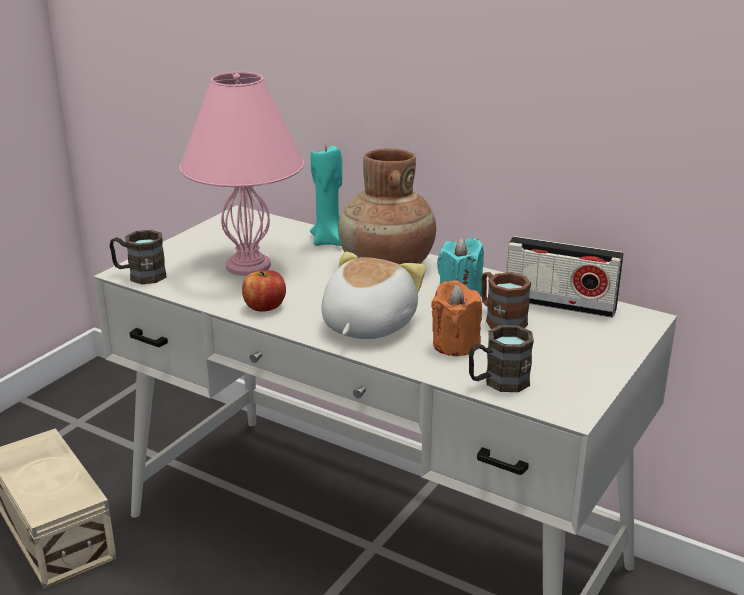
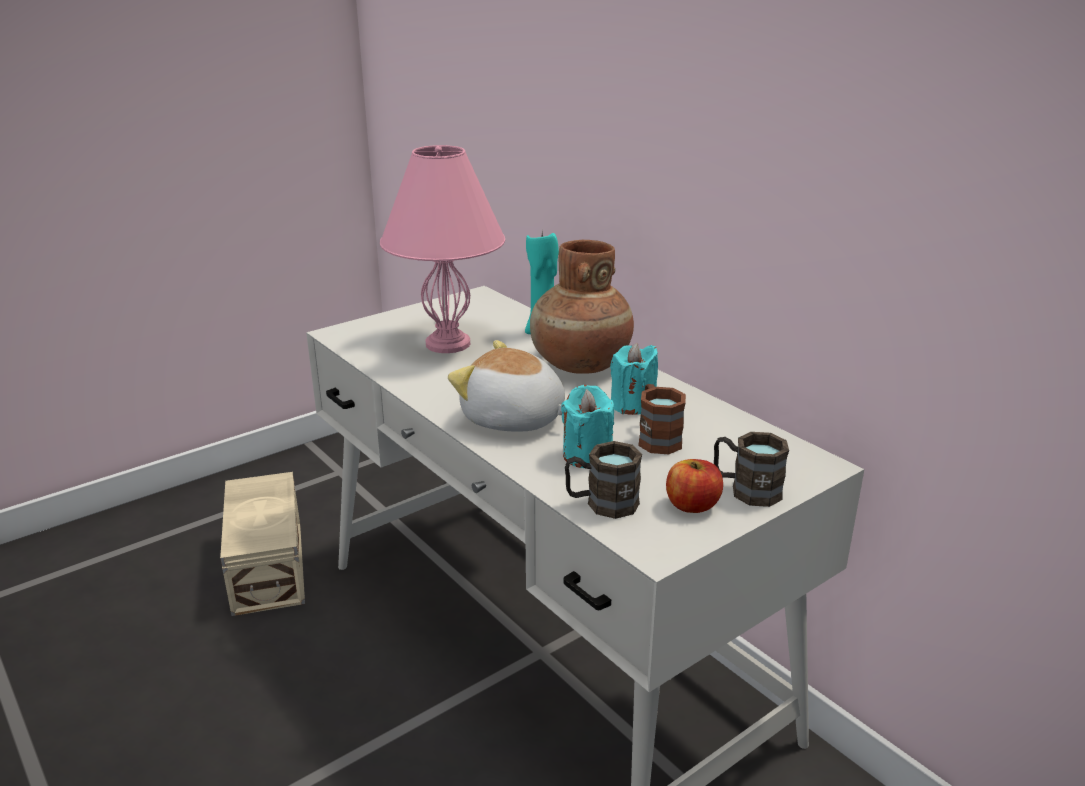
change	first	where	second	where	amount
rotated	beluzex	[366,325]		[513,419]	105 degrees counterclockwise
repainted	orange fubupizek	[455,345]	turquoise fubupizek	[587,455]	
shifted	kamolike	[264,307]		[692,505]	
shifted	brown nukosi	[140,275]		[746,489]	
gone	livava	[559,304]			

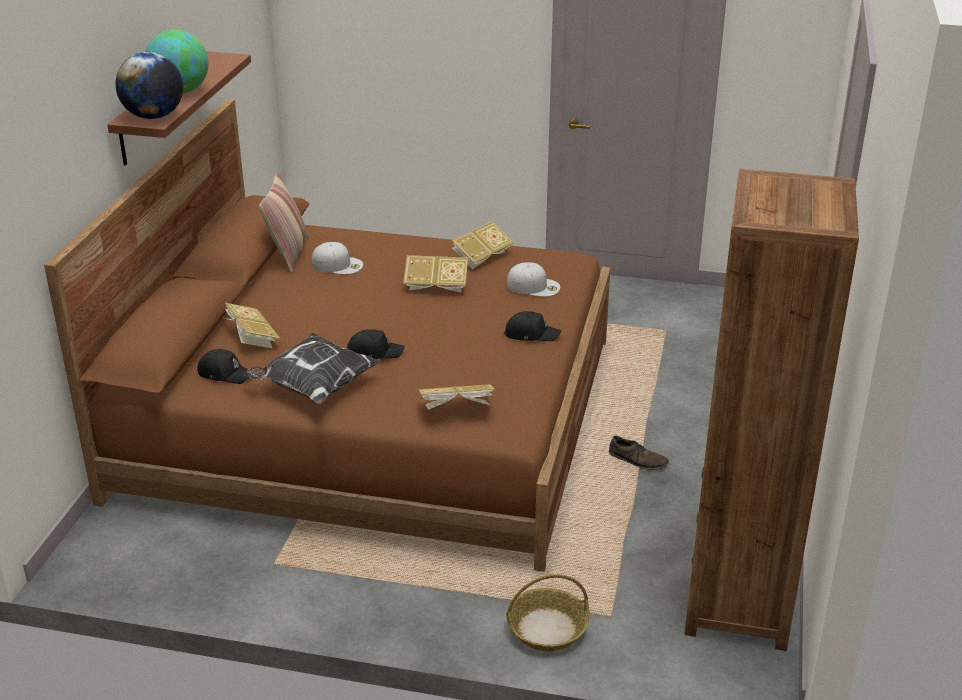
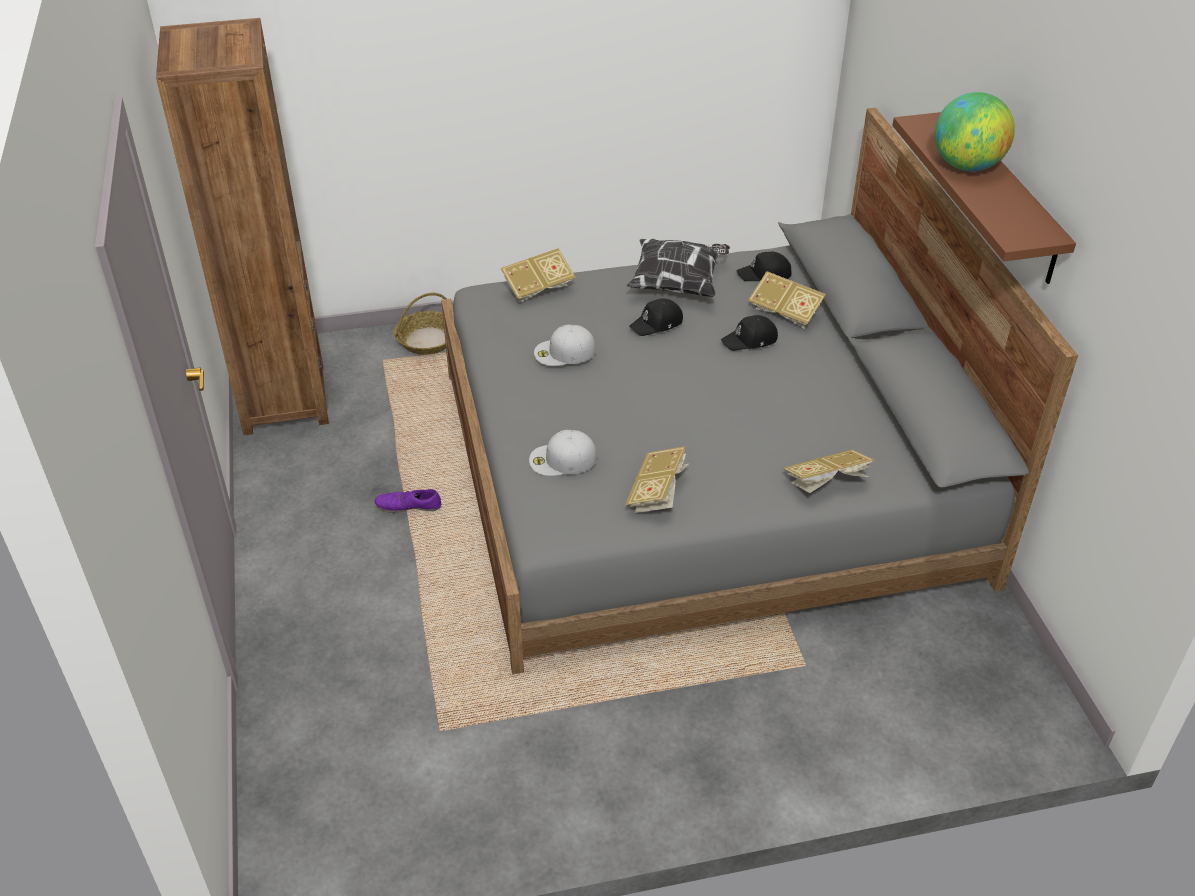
change	first	where	second	where	amount
repainted	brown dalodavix	[638,460]	purple dalodavix	[408,505]	
repainted	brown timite	[372,415]	grey timite	[703,474]	
shifted	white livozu	[338,264]		[564,352]	
shifted	black livozu	[531,334]		[750,340]	
shifted	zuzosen	[436,286]		[826,483]	
gone	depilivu	[154,117]			
gone	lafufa	[288,254]			

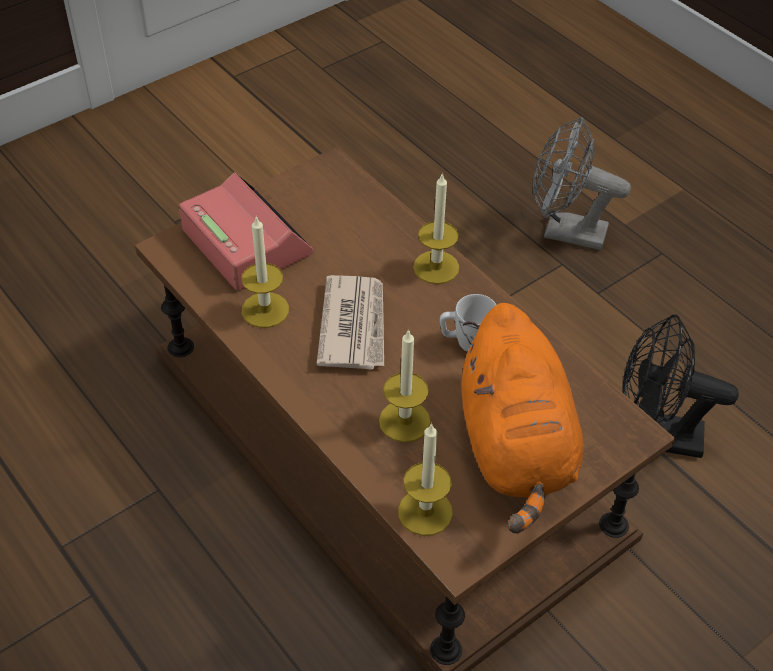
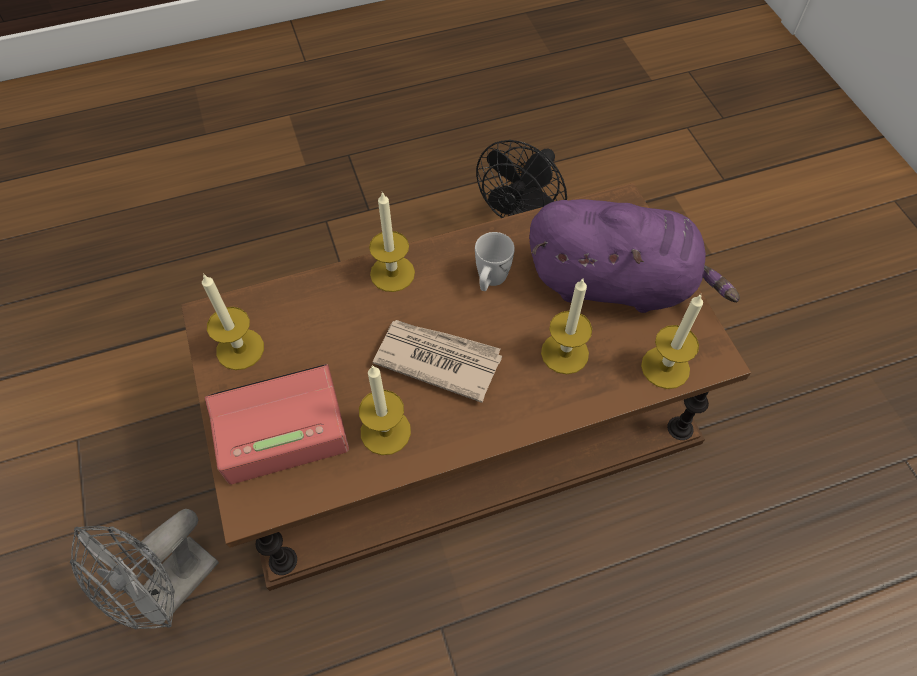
change	first	where	second	where	amount
shifted	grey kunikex	[564,232]		[171,590]	
new			fubupizek	[240,349]	
repainted	orange beluzex	[515,448]	purple beluzex	[616,283]	

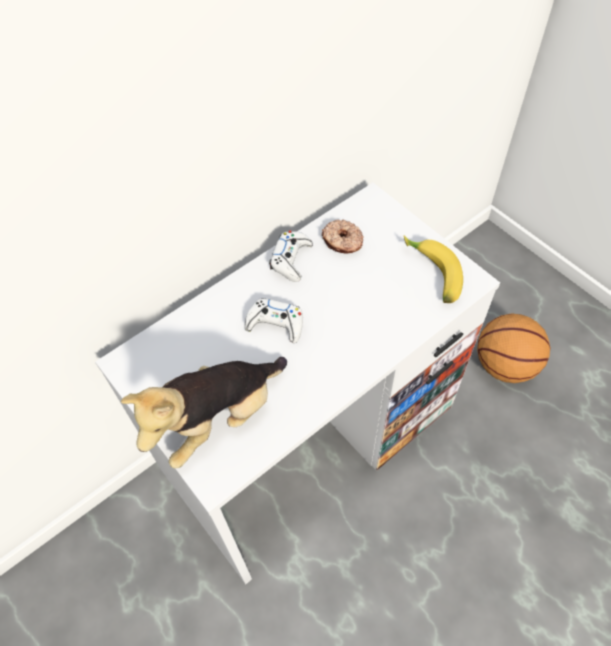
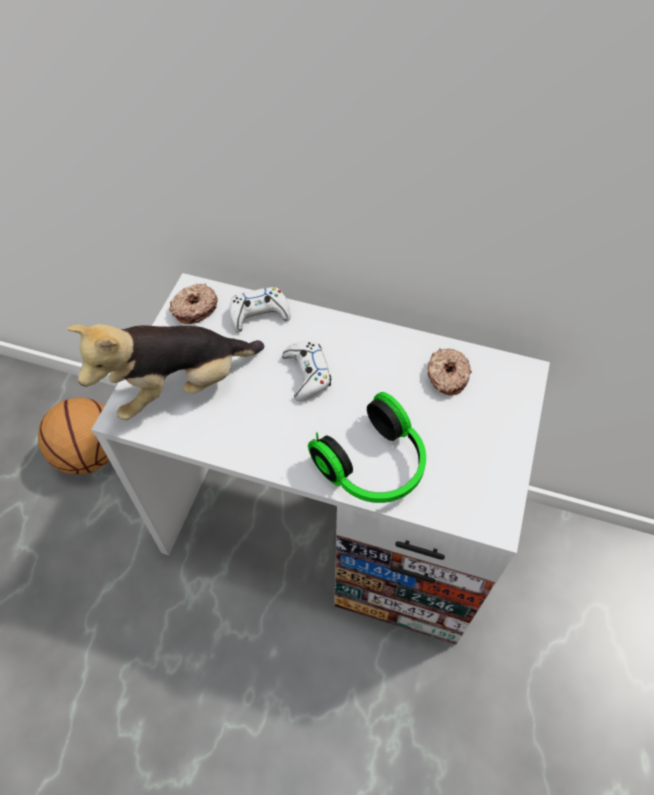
change	first	where	second	where	amount
shifted	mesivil	[505,364]		[91,454]	
rotated	beluzex	[219,419]		[181,387]	45 degrees counterclockwise
new			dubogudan	[194,308]	
shifted	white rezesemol	[291,260]		[259,314]	
new			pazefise	[374,466]	
gone	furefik	[431,275]			

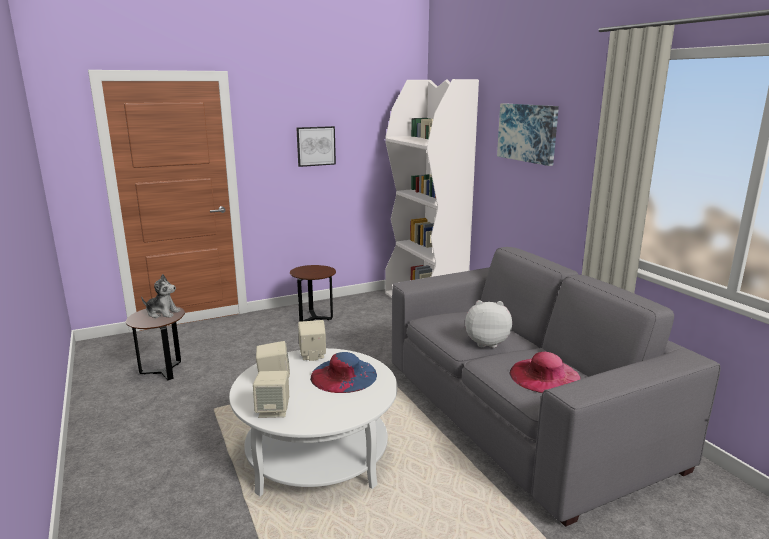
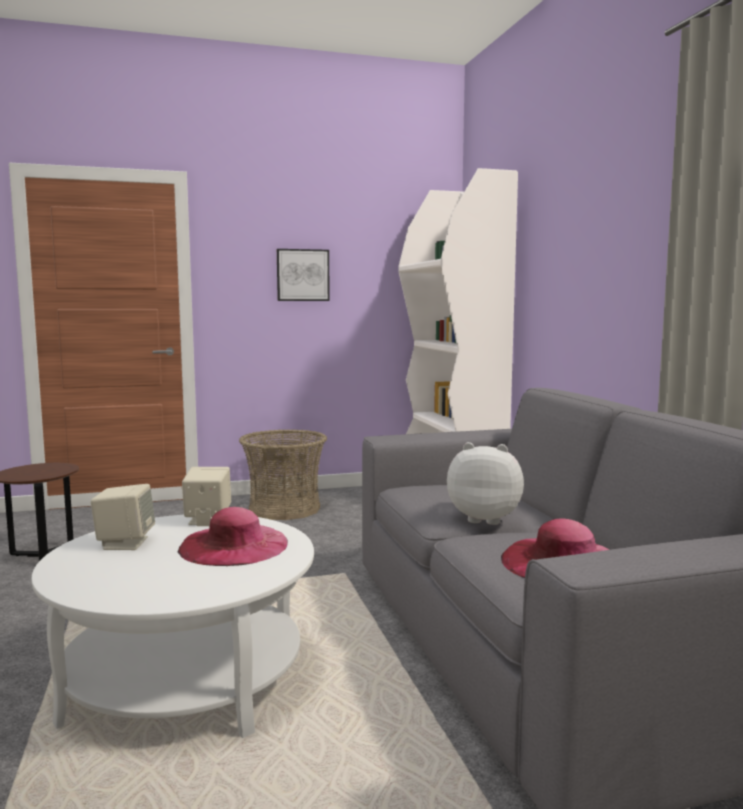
change	first	where	second	where	amount
repainted	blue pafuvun	[344,375]	pink pafuvun	[234,545]	
swapped	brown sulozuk	[315,318]	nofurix	[285,509]	
gone	beluzex	[162,313]			
gone	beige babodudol	[273,411]			
gone	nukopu	[528,133]			

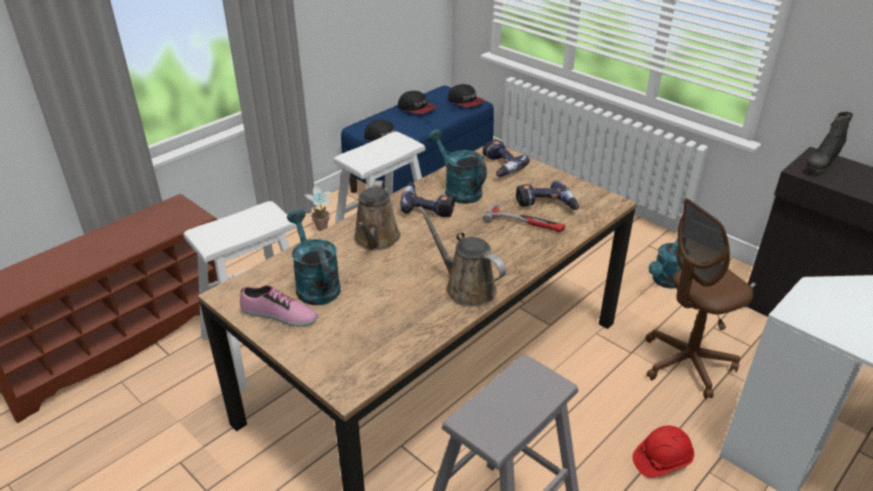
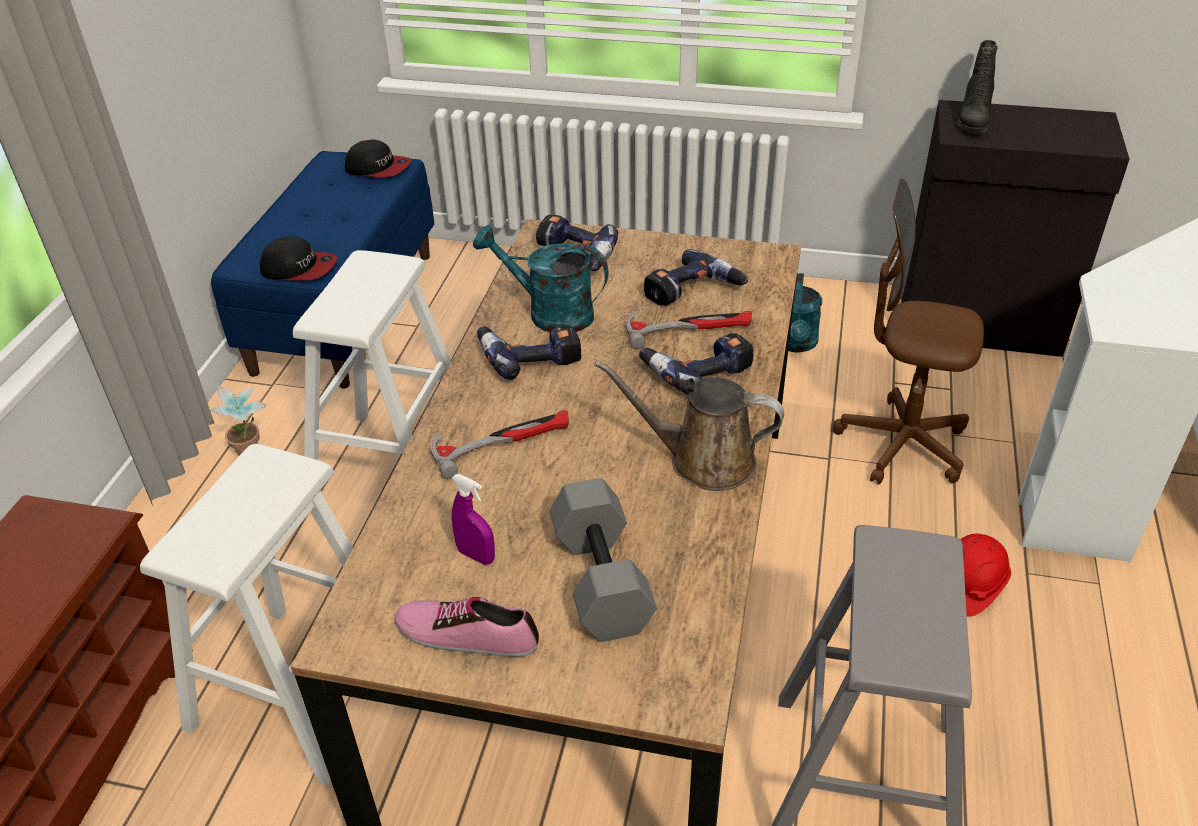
change	first	where	second	where	amount
rotated	dalodavix	[279,315]		[467,634]	150 degrees counterclockwise
swapped	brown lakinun	[376,240]	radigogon	[502,441]	
swapped	turquoise lakinun	[315,284]	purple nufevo	[476,556]	
new			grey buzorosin	[598,579]	
new			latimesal	[697,370]	
rotated	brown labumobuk	[687,364]		[902,444]	75 degrees clockwise
gone	livozu	[416,108]			

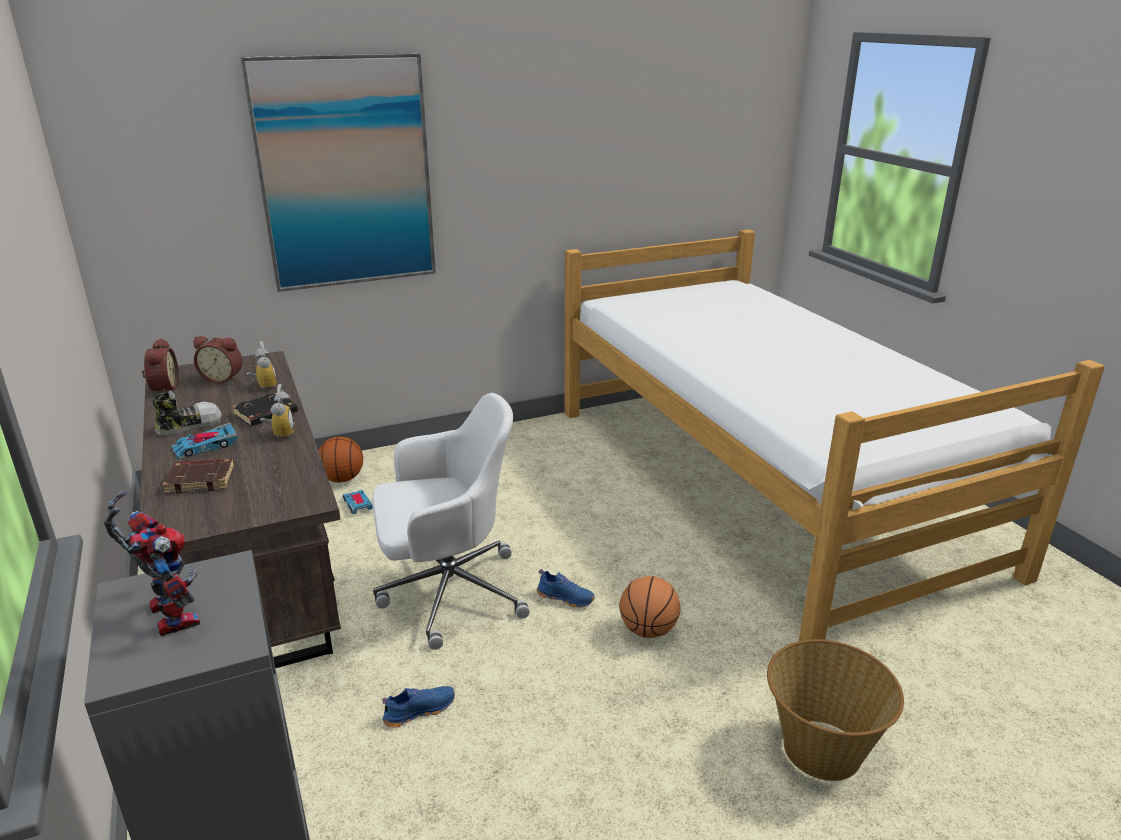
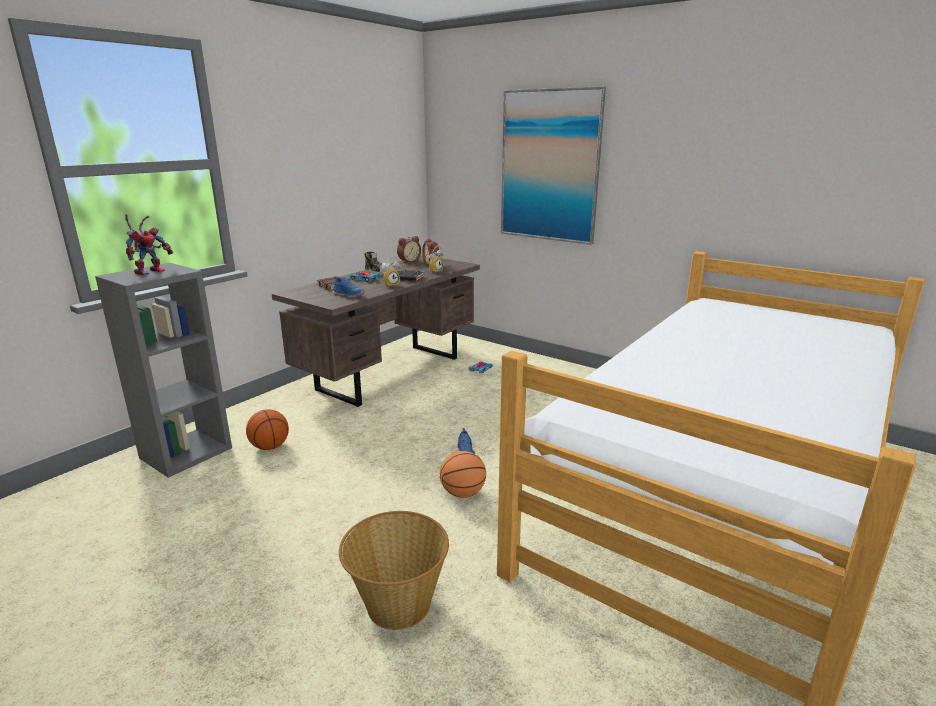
change	first	where	second	where	amount
shifted	mesivil	[342,479]		[270,447]	
shifted	blue dalodavix	[419,710]		[349,295]	
gone	white labumobuk	[448,592]			

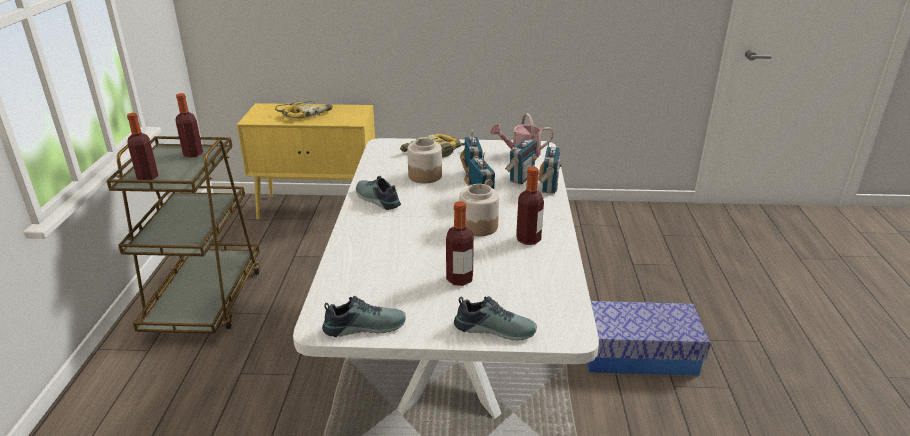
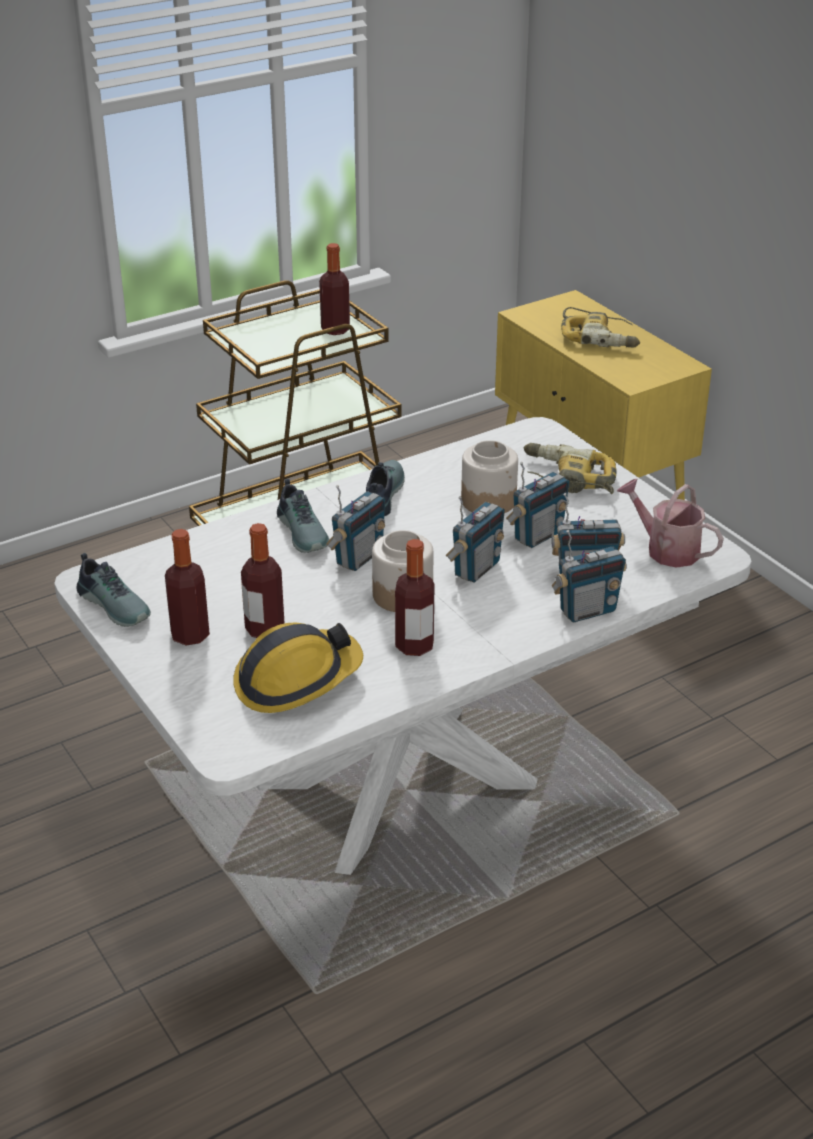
change	first	where	second	where	amount
shifted	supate	[147,177]		[190,635]	
new			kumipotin	[296,680]	
shifted	dalodavix	[495,328]		[304,532]	
new			livava	[358,557]	
gone	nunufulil	[638,354]			

